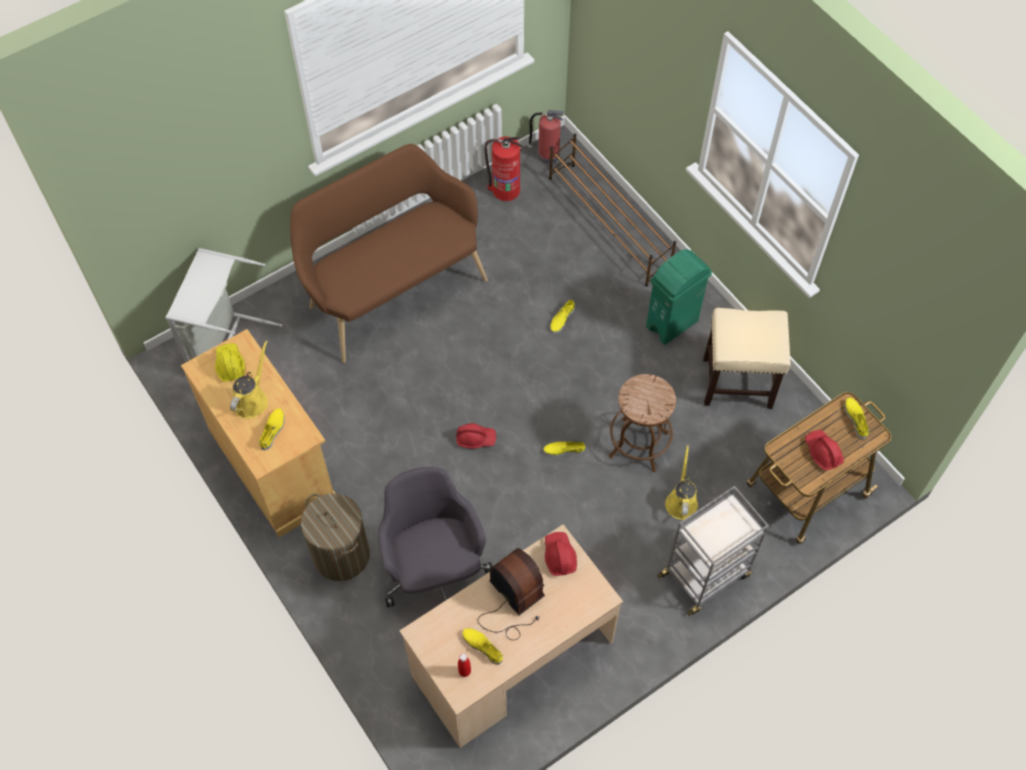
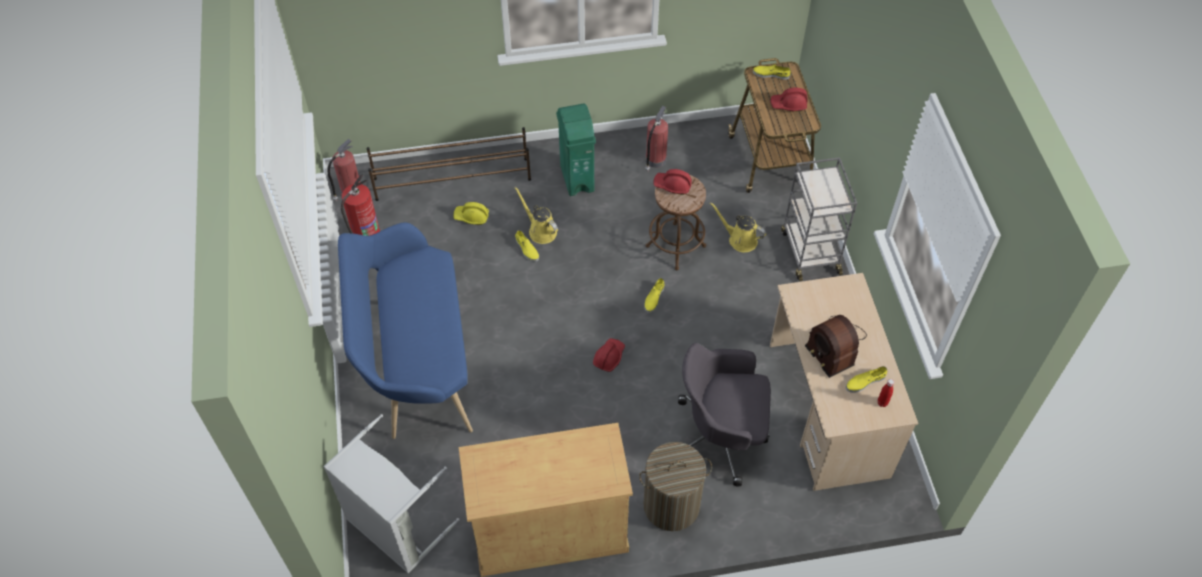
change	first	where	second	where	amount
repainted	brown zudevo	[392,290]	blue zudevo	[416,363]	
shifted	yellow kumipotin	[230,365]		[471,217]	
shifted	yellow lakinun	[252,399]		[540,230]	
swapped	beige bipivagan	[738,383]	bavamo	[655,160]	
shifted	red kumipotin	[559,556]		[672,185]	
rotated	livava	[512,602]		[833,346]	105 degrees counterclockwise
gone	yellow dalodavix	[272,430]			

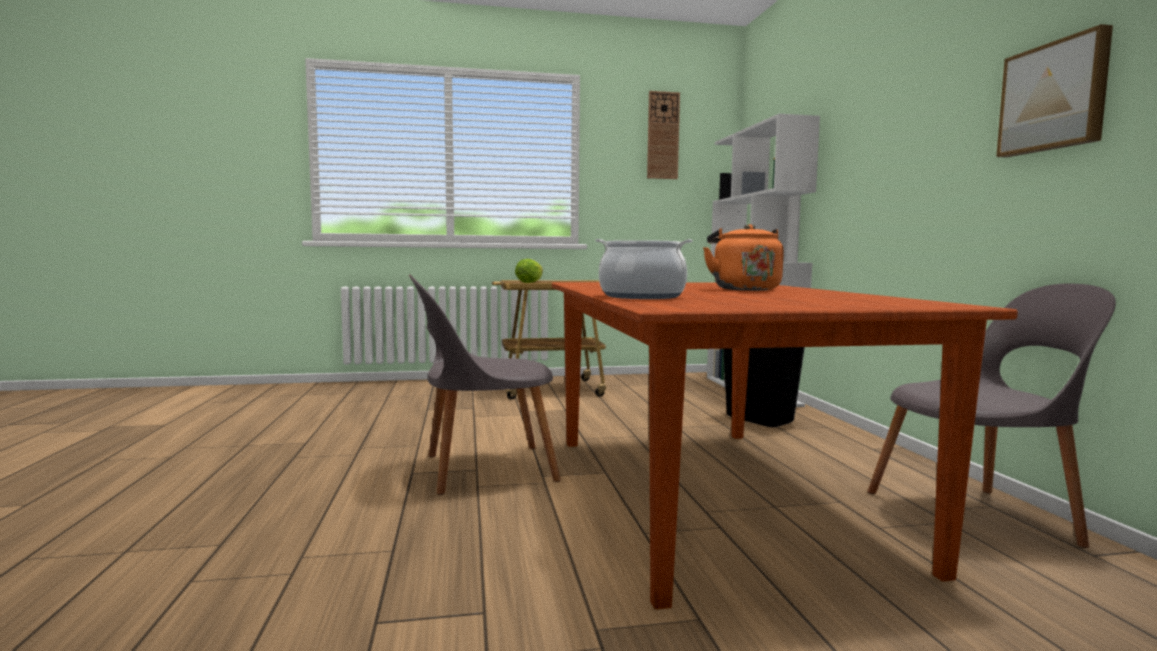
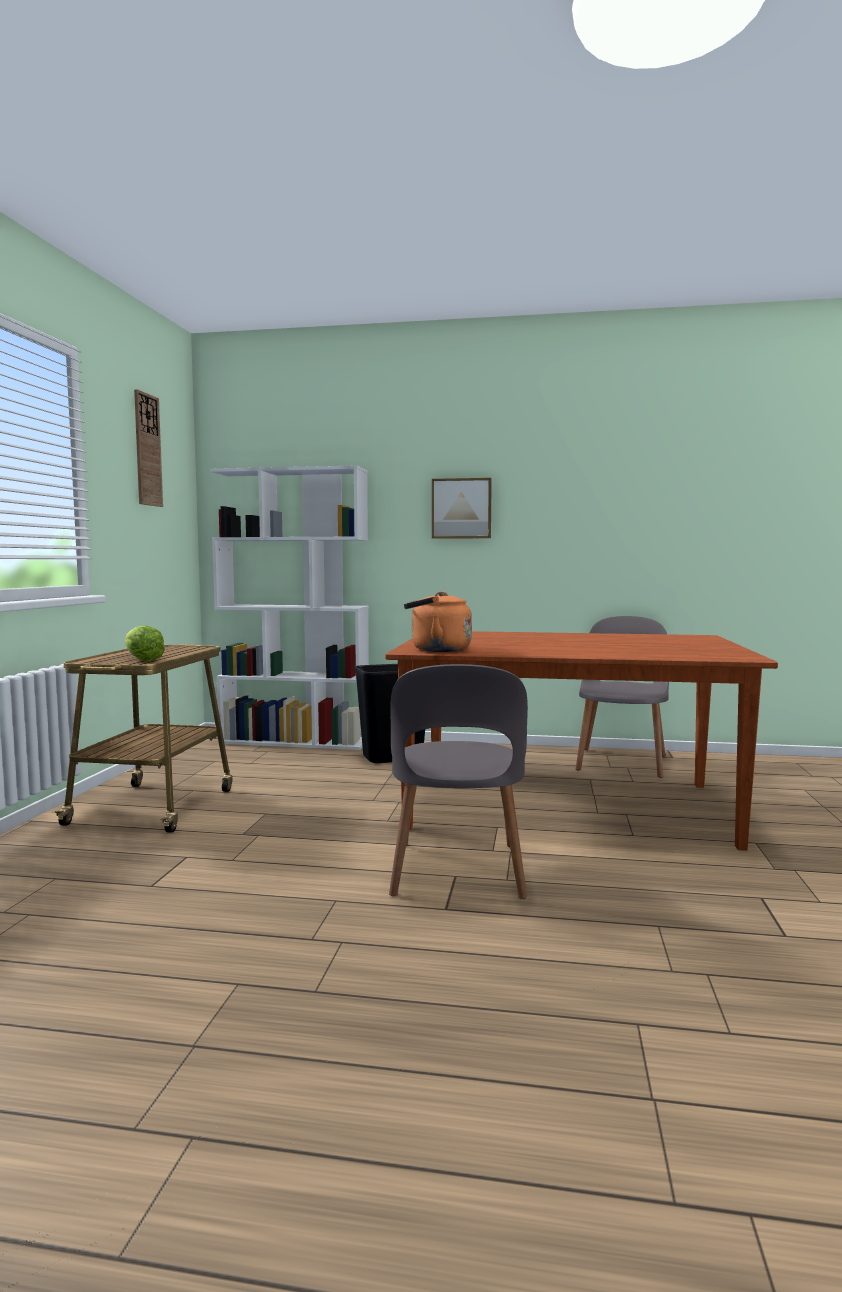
change	first	where	second	where	amount
shifted	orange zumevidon	[743,289]		[436,650]	
shifted	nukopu	[1054,97]		[461,508]	
gone	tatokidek	[642,296]			

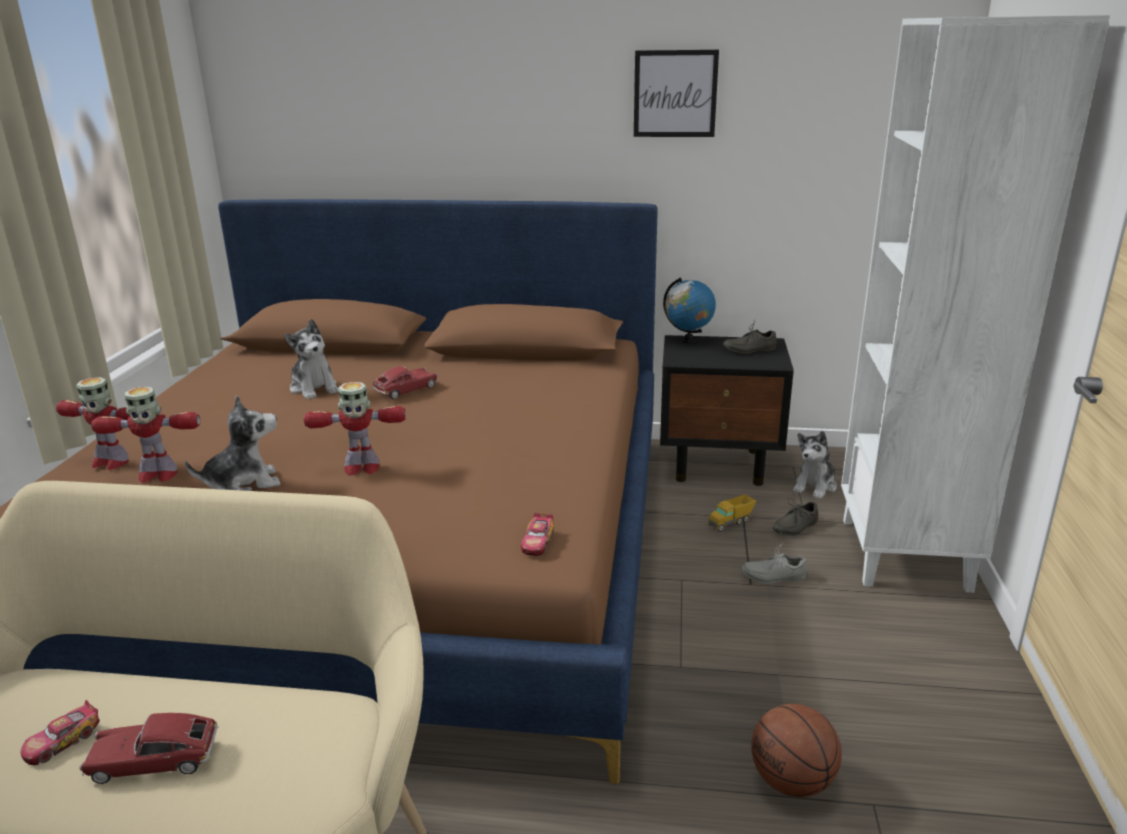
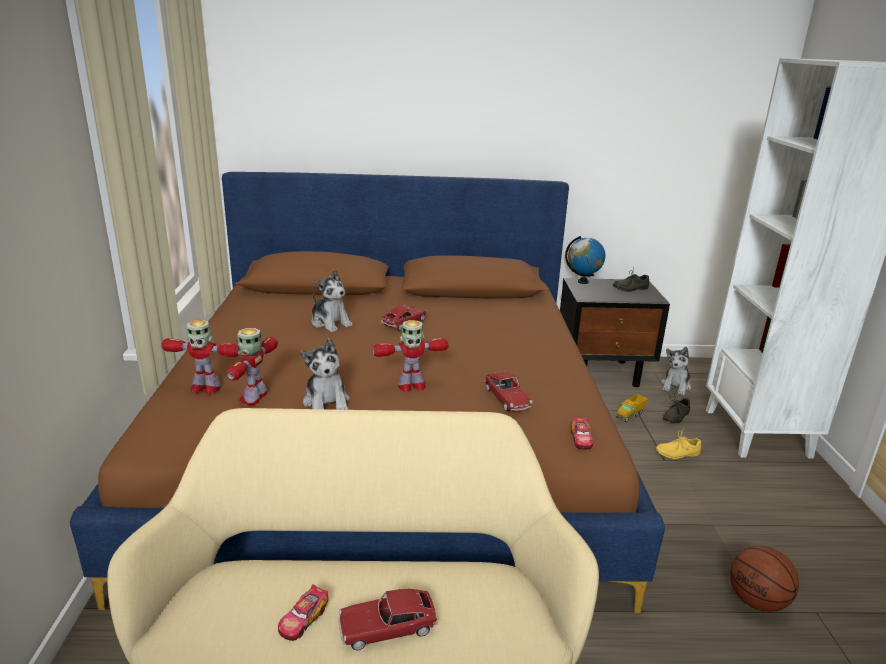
change	first	where	second	where	amount
rotated	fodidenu	[157,475]		[254,397]	120 degrees clockwise
rotated	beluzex	[243,484]		[327,402]	105 degrees clockwise
new			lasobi	[507,398]	
repainted	grey dalodavix	[772,575]	yellow dalodavix	[676,453]	
gone	nukopu	[675,94]			

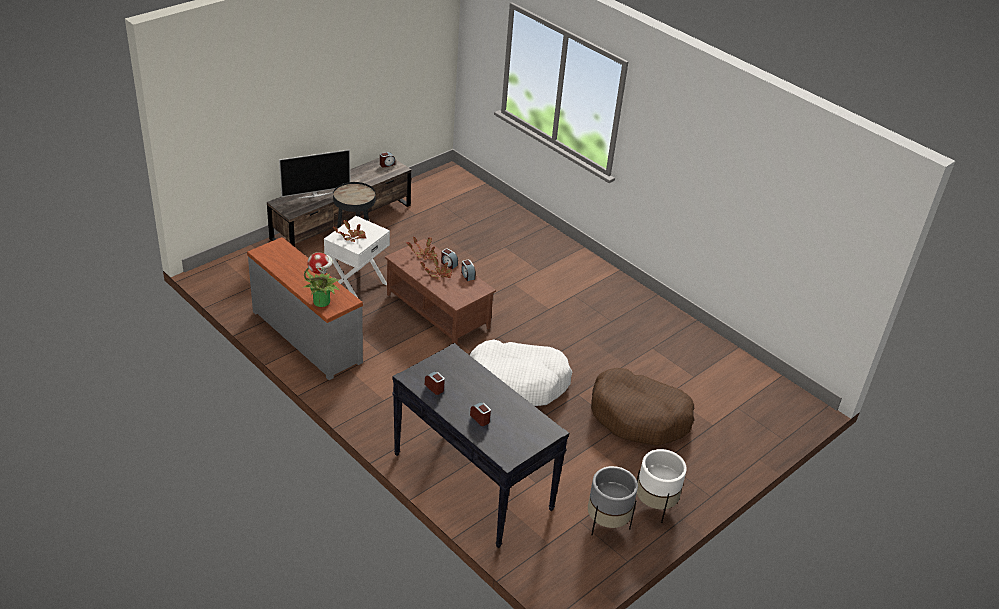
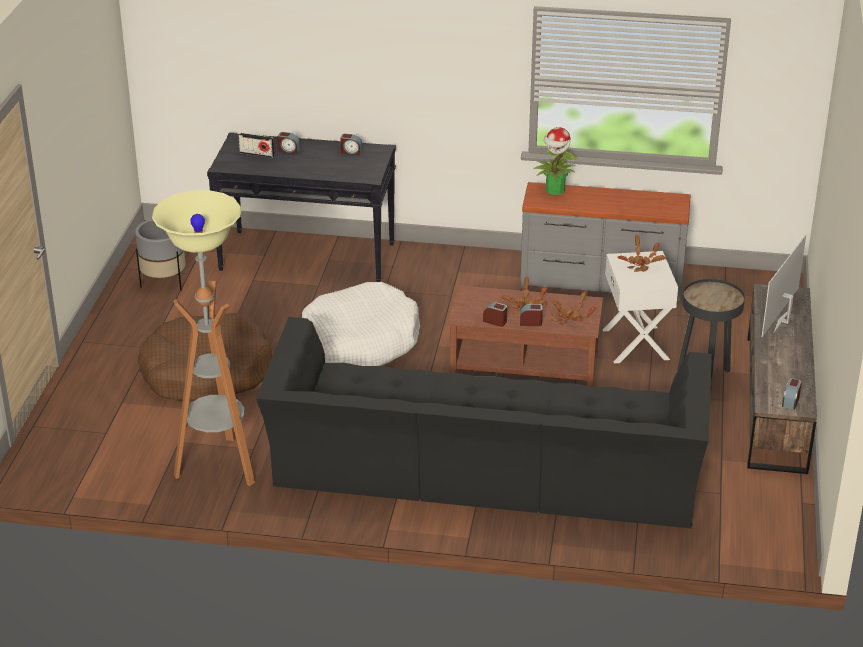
change	first	where	second	where	amount
new			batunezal	[219,466]	
new			livava	[257,154]	
new			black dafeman	[485,474]	
gone	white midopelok	[654,505]			

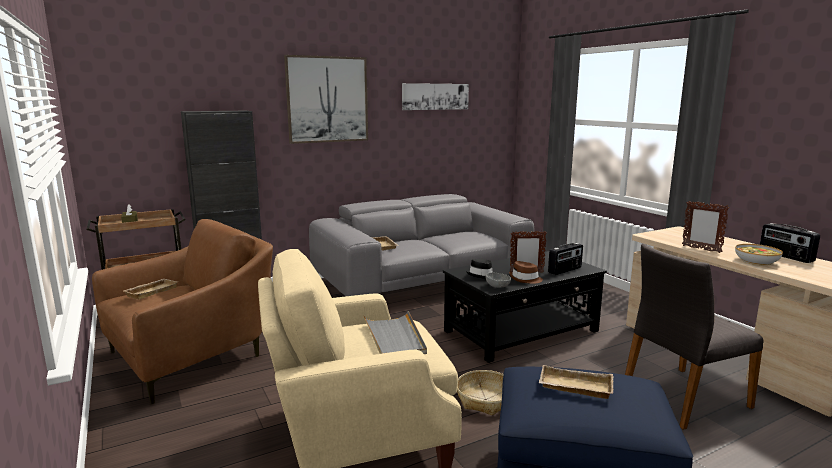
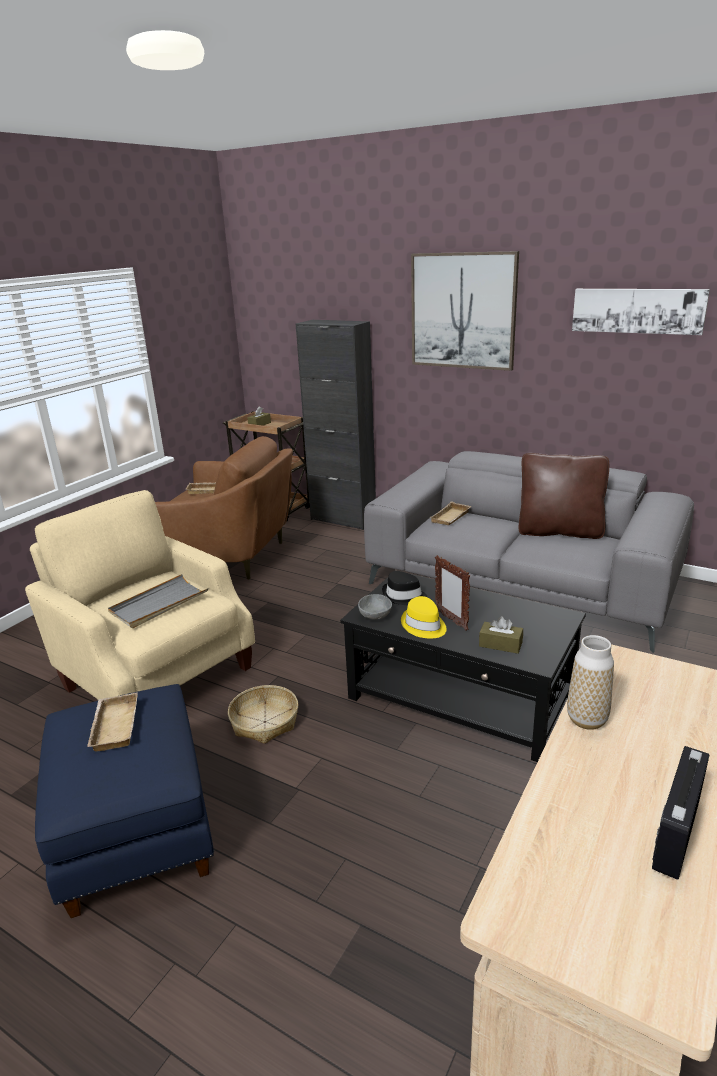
change	first	where	second	where	amount
repainted	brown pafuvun	[525,279]	yellow pafuvun	[423,626]	
swapped	livava	[565,270]	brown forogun	[500,644]	
new			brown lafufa	[559,531]	
swapped	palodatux	[701,249]	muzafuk	[586,720]	
gone	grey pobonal	[682,398]			
gone	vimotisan	[756,261]			

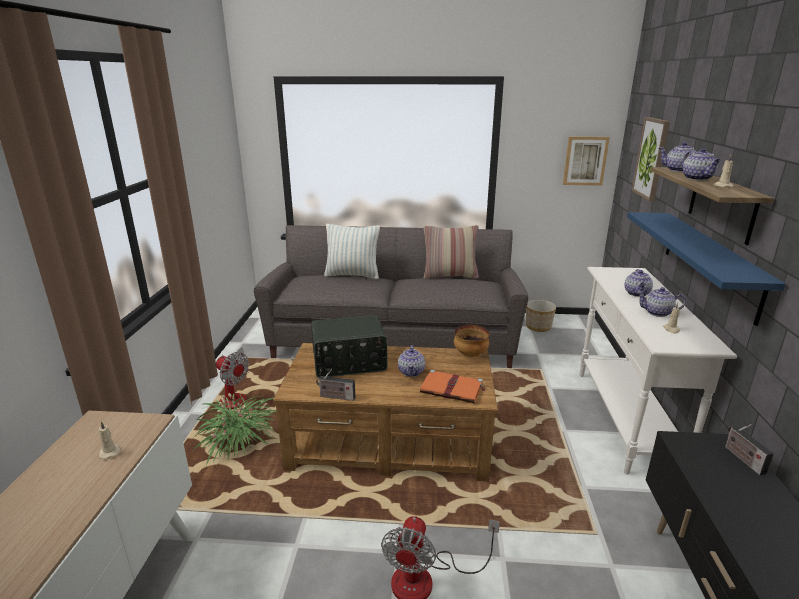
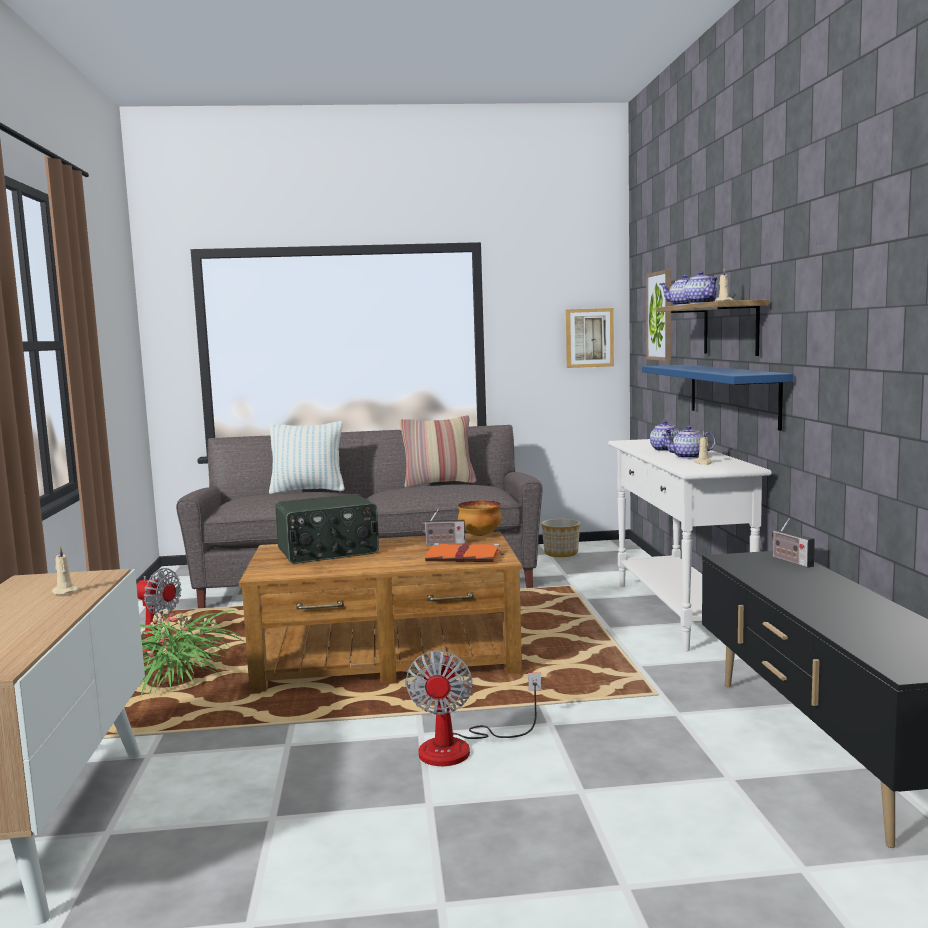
change	first	where	second	where	amount
shifted	livava	[335,397]		[443,544]	
gone	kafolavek	[411,372]			

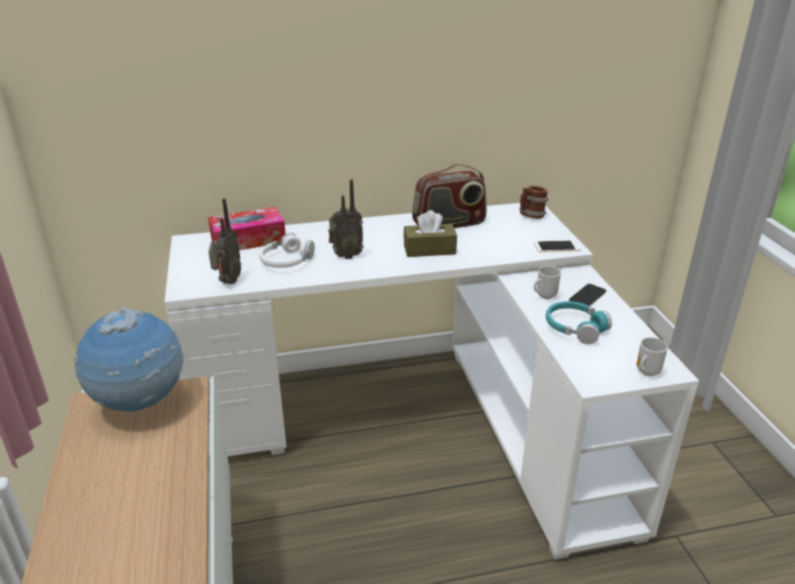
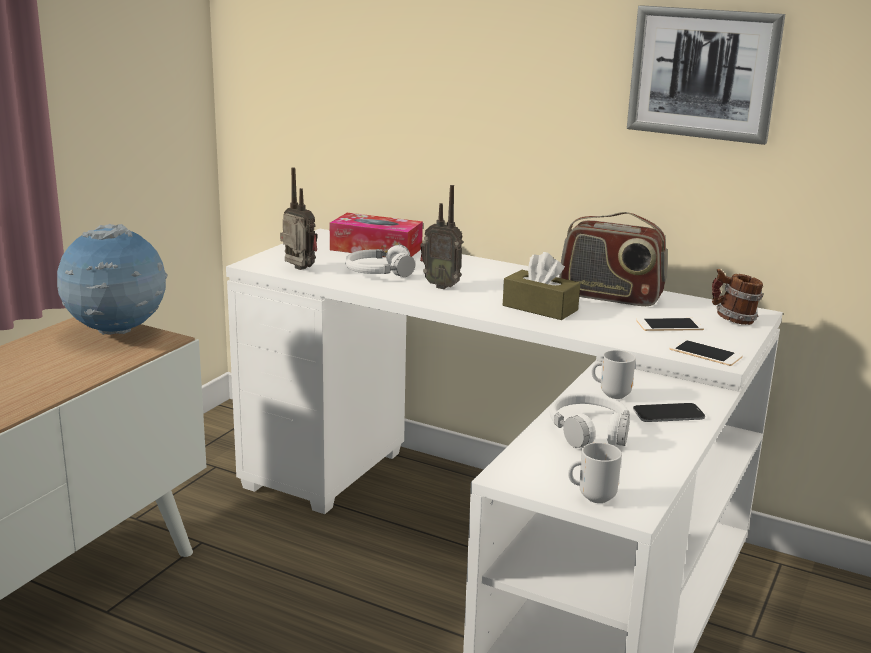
change	first	where	second	where	amount
rotated	livava	[227,282]		[298,270]	105 degrees counterclockwise
repainted	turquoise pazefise	[575,328]	white pazefise	[589,431]	
new			nukopu	[703,73]	
new			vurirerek	[669,325]	

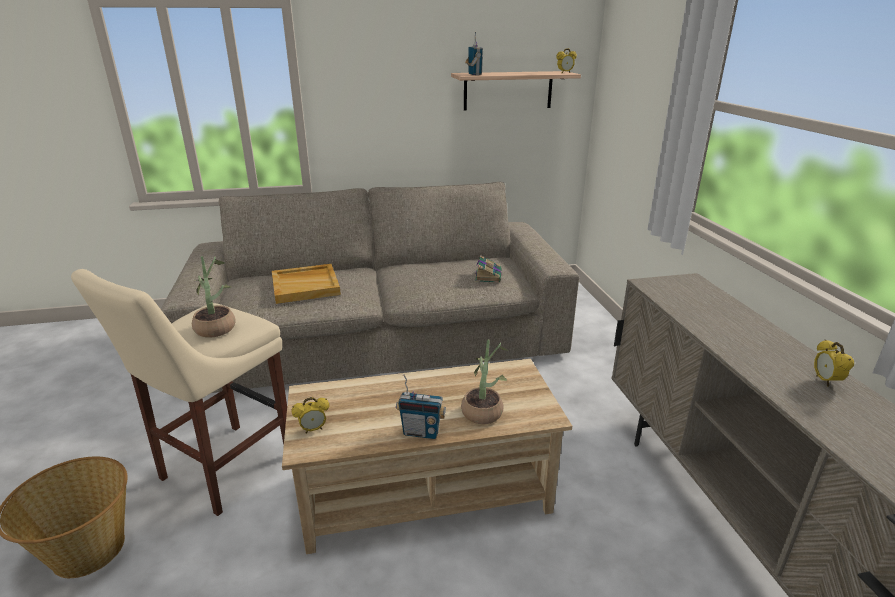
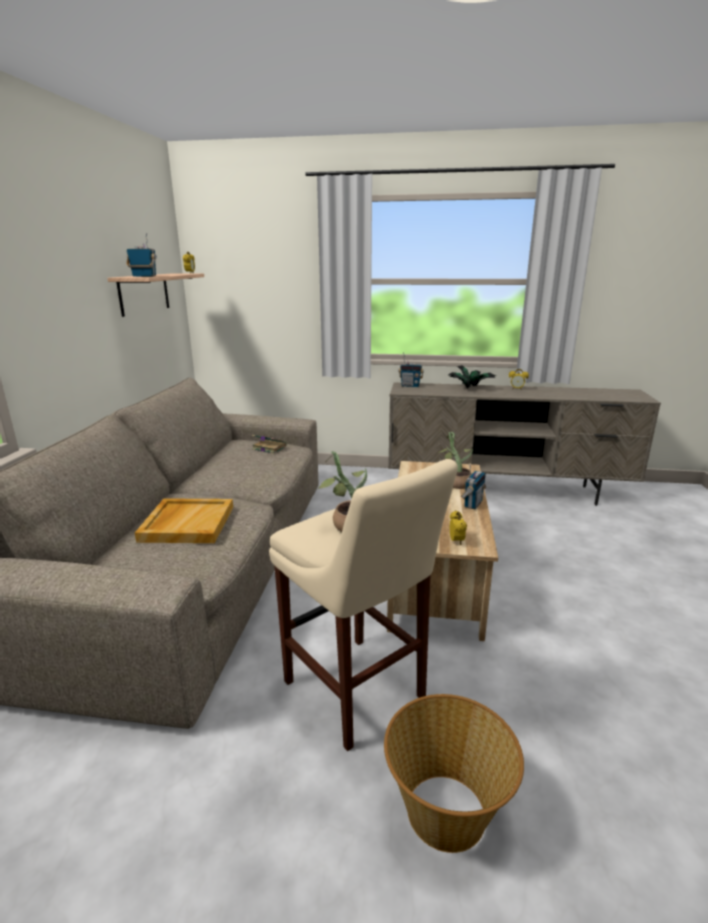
change	first	where	second	where	amount
new			livava	[410,386]	
new			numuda	[471,388]	

